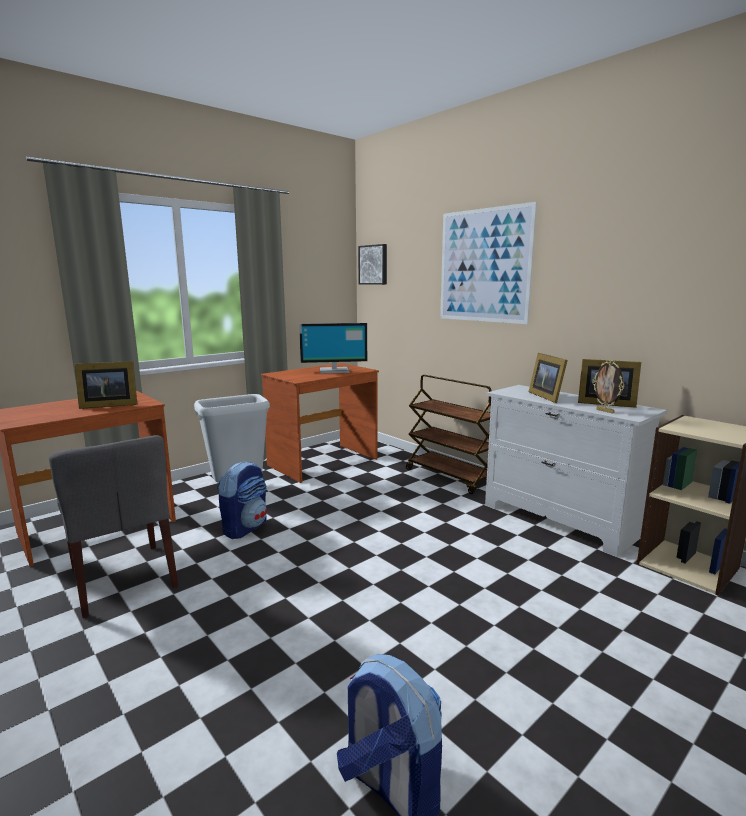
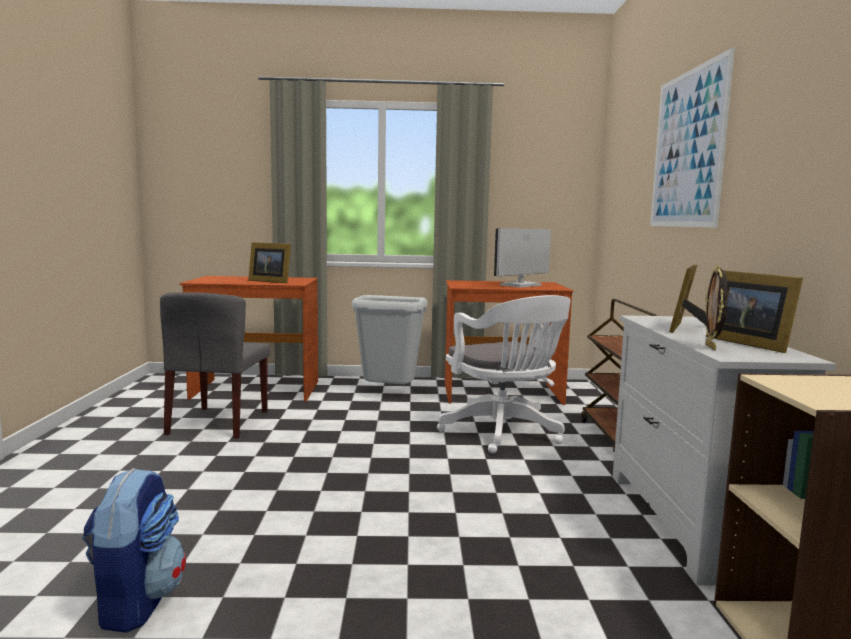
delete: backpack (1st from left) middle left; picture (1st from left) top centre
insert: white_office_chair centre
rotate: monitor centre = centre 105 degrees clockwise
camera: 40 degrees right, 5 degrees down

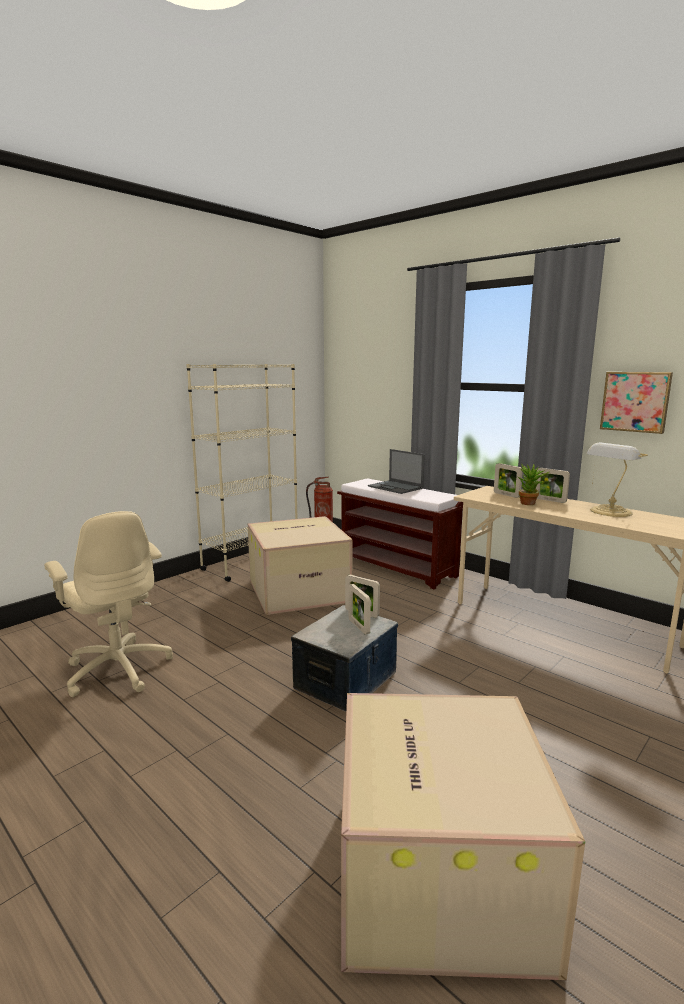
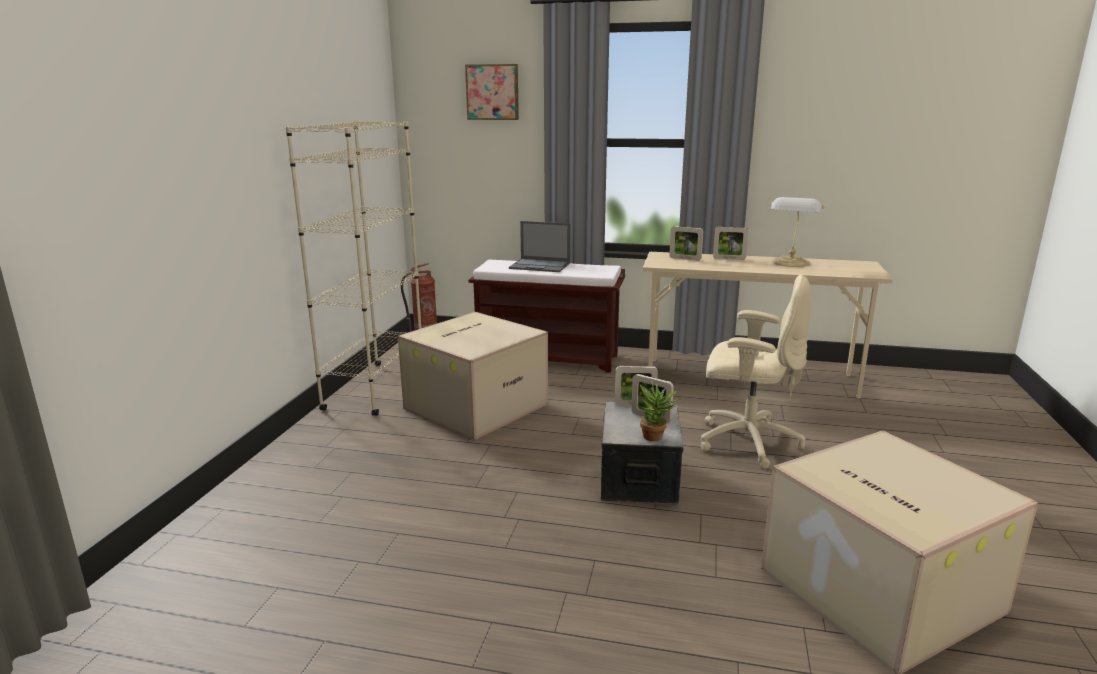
move: picture middle right to top centre; potted_plant middle right to centre; beige_office_chair middle left to middle right
camera: 30 degrees left, 5 degrees up

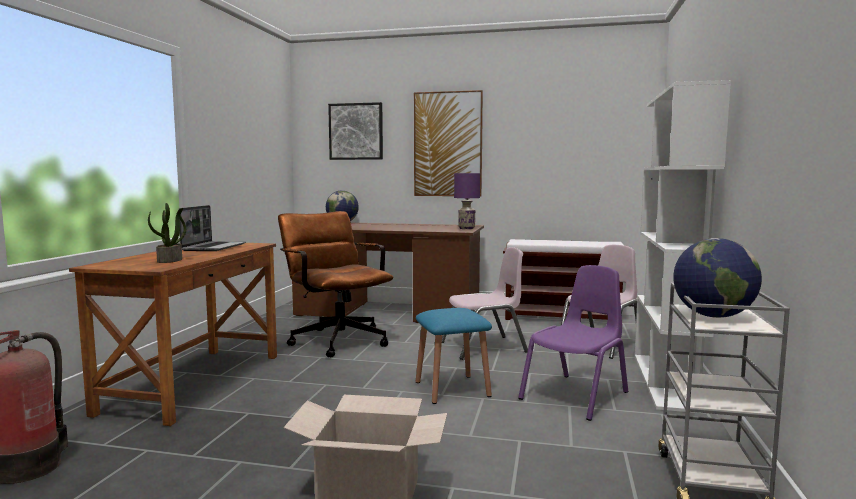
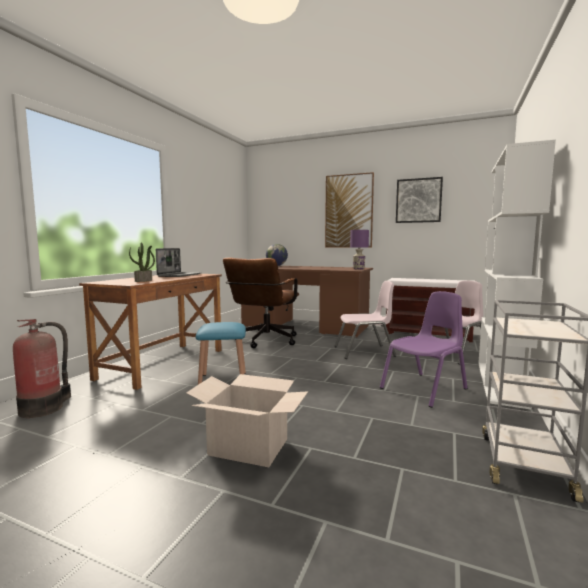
delete: globe (2nd from left) middle right
move: blue_stool bottom centre to centre; picture (1st from left in the first image) top centre to picture (2nd from left) middle right
rotate: brown_office_chair centre = centre 135 degrees counterclockwise
camera: 10 degrees right, 0 degrees up

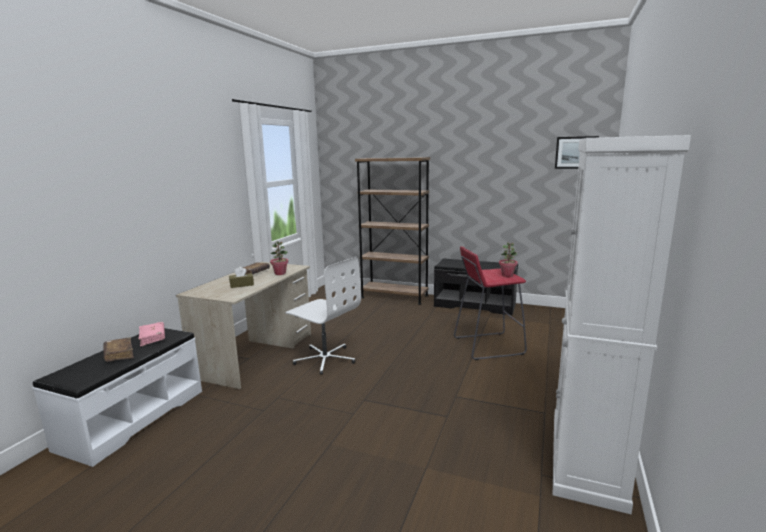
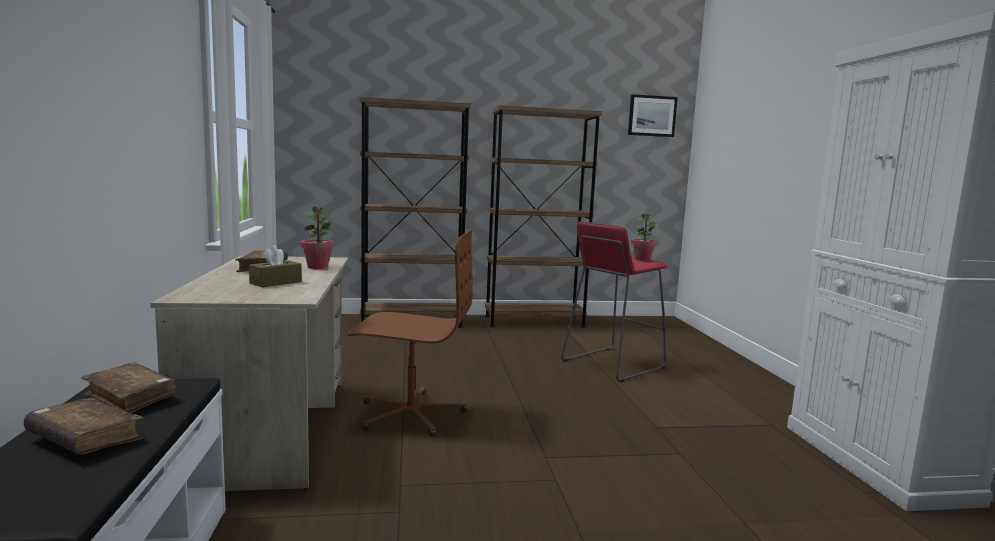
replace: black_bench centre to brown_bookcase (2nd from left) centre
recolor: pink_book middle left to brown_book (2nd from left) bottom left; white_office_chair centre to brown_office_chair centre
camera: 30 degrees left, 5 degrees down

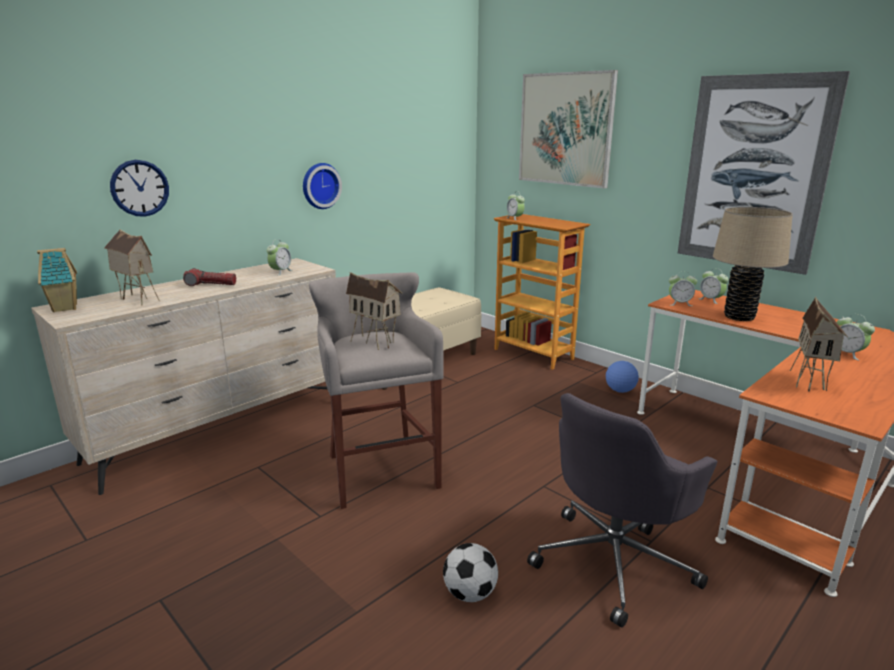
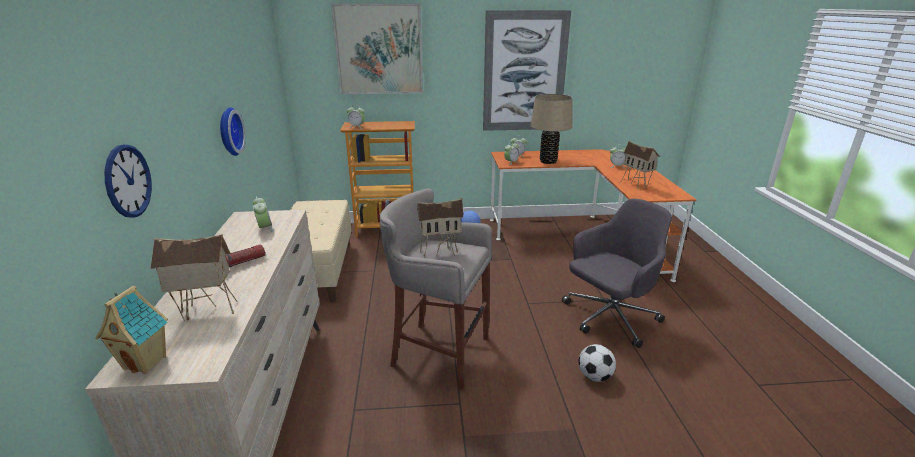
rotate: grey_office_chair bottom right = middle right 120 degrees counterclockwise
camera: 50 degrees left, 5 degrees up

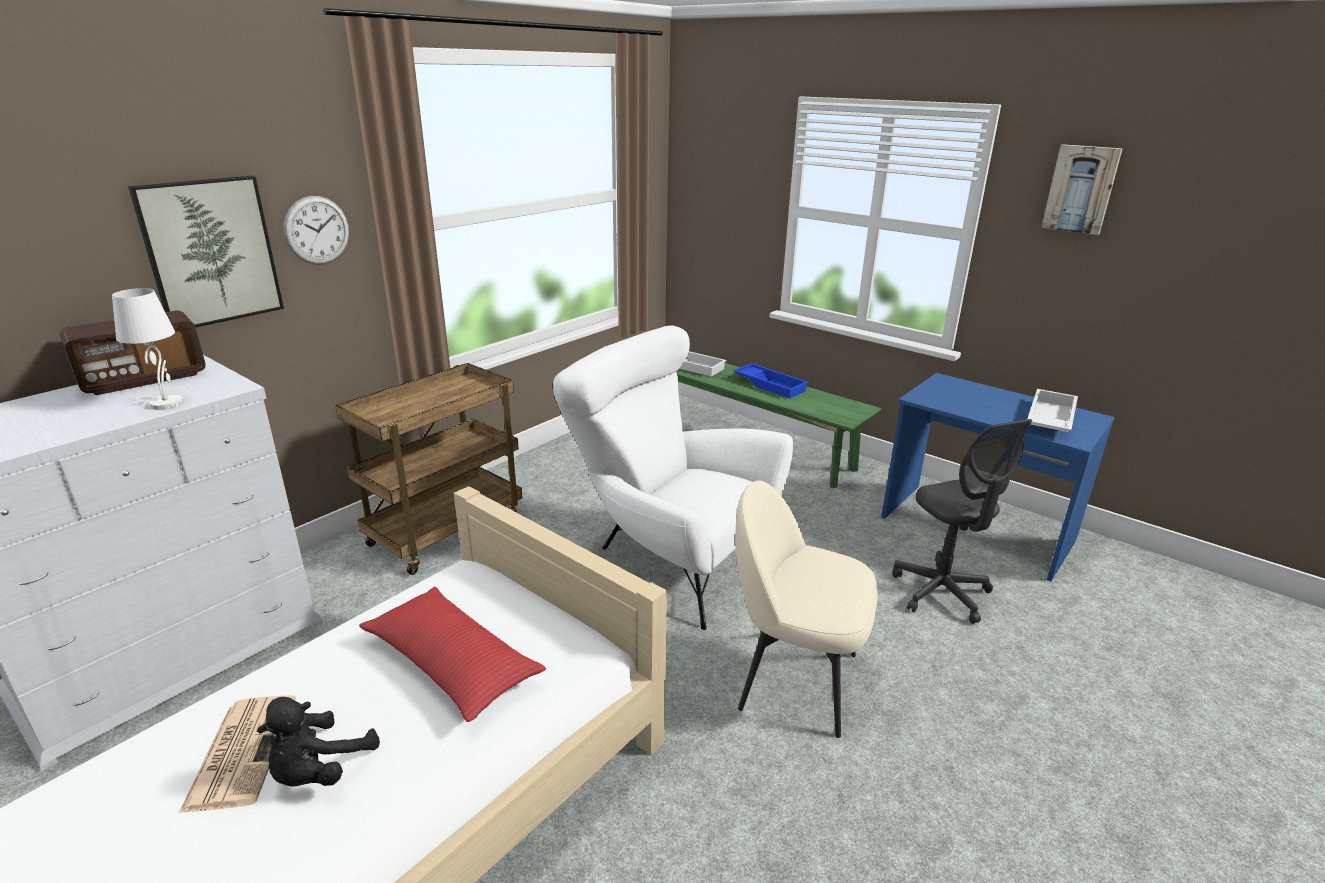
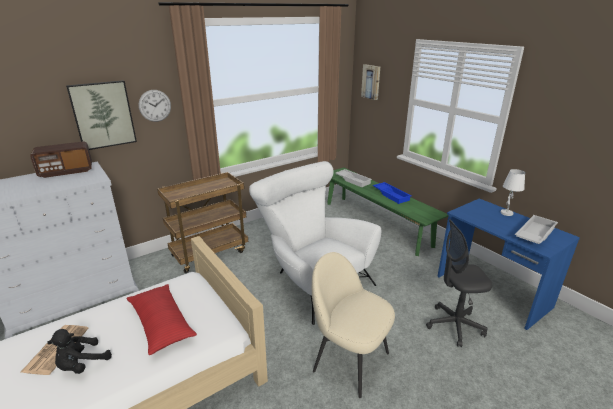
move: picture (2nd from left) top right to top centre; white_table_lamp middle left to middle right
rotate: grey_office_chair middle right = bottom right 90 degrees clockwise
camera: 15 degrees right, 0 degrees up

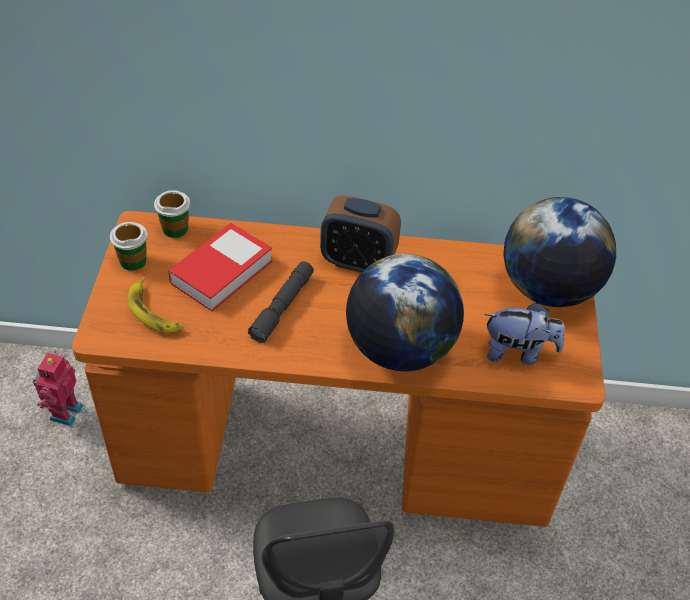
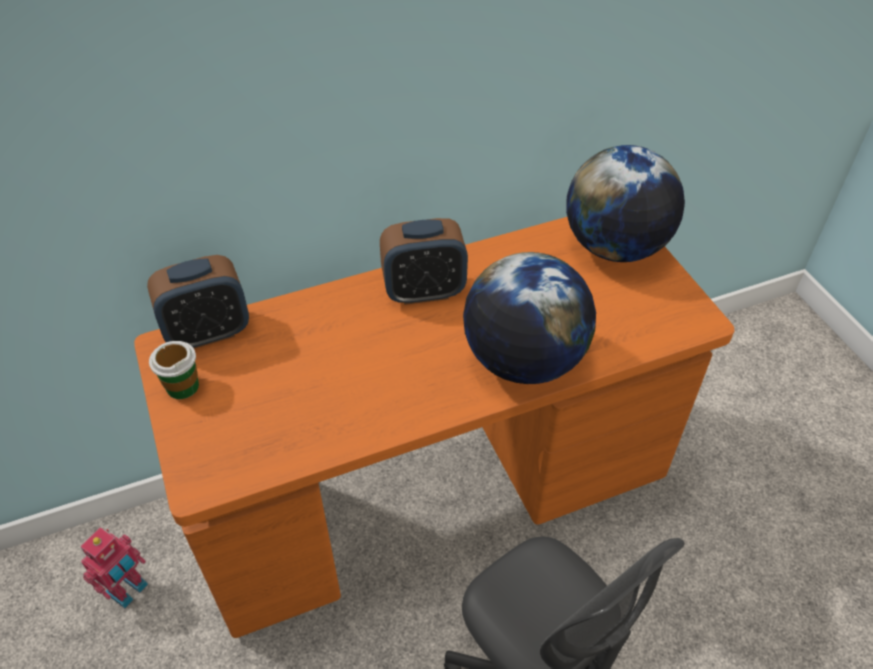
delete: banana middle left; book middle left; grey_flashlight centre; plush_toy middle right
replace: cup (2nd from left) middle left to alarm_clock (1st from left) middle left
rotate: toy_robot middle left = bottom left 135 degrees counterclockwise
camera: 25 degrees left, 0 degrees up

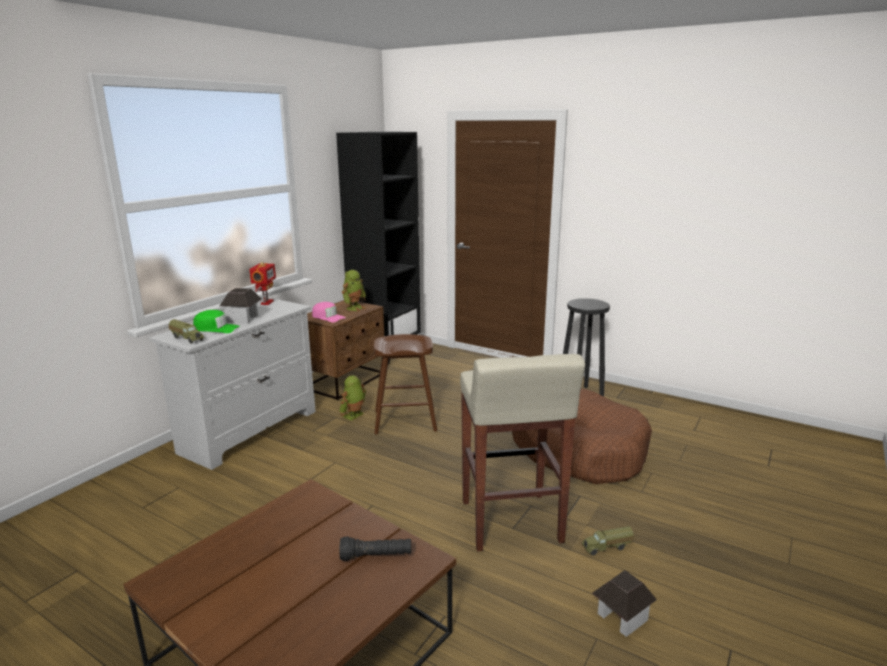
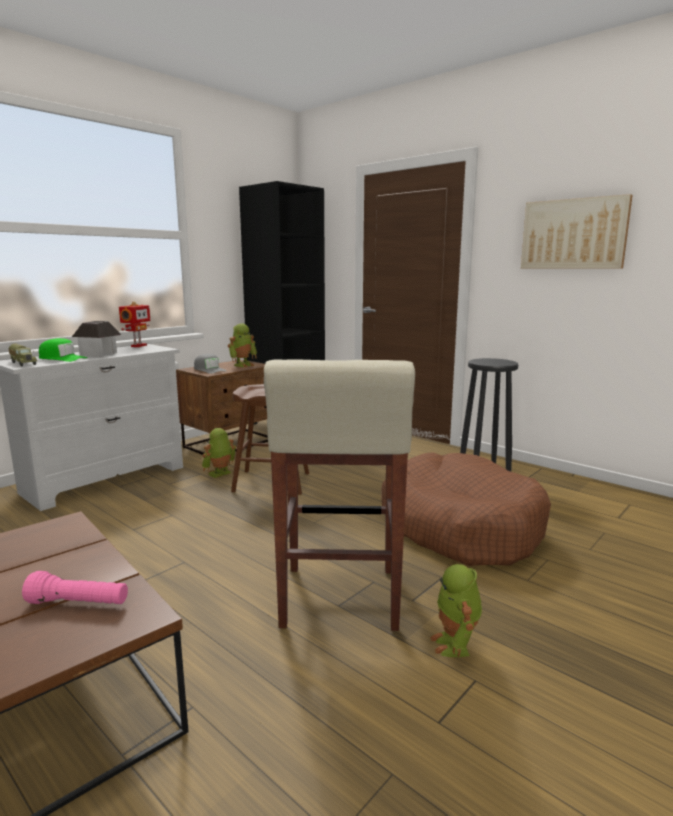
delete: toy_house (2nd from left) bottom right
insert: picture top right
replace: toy_truck (2nd from left) bottom right to toy_robot (4th from left) bottom right
recolor: black_flashlight bottom centre to pink_flashlight bottom left; pink_cap centre to grey_cap middle left
camera: 10 degrees right, 5 degrees down

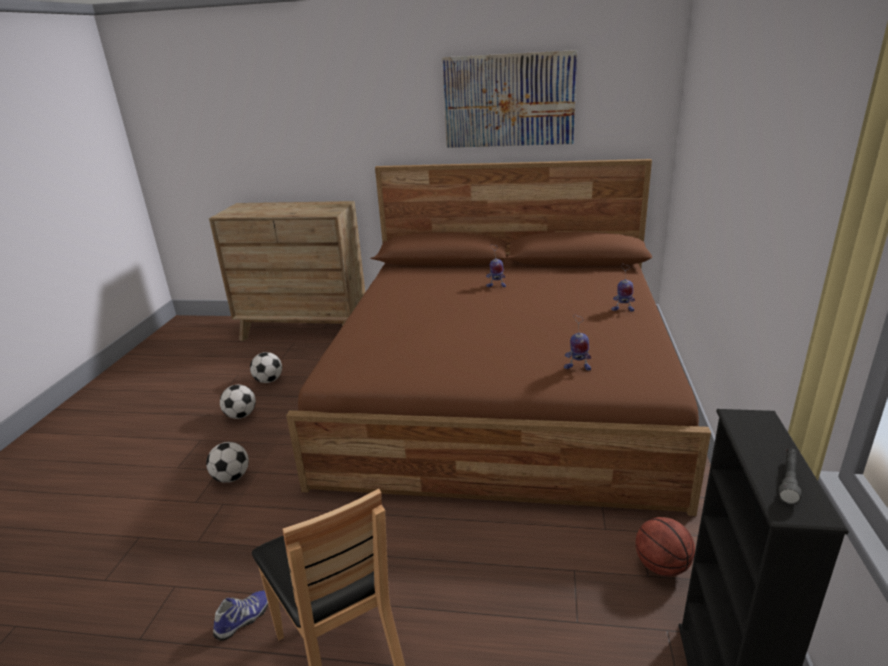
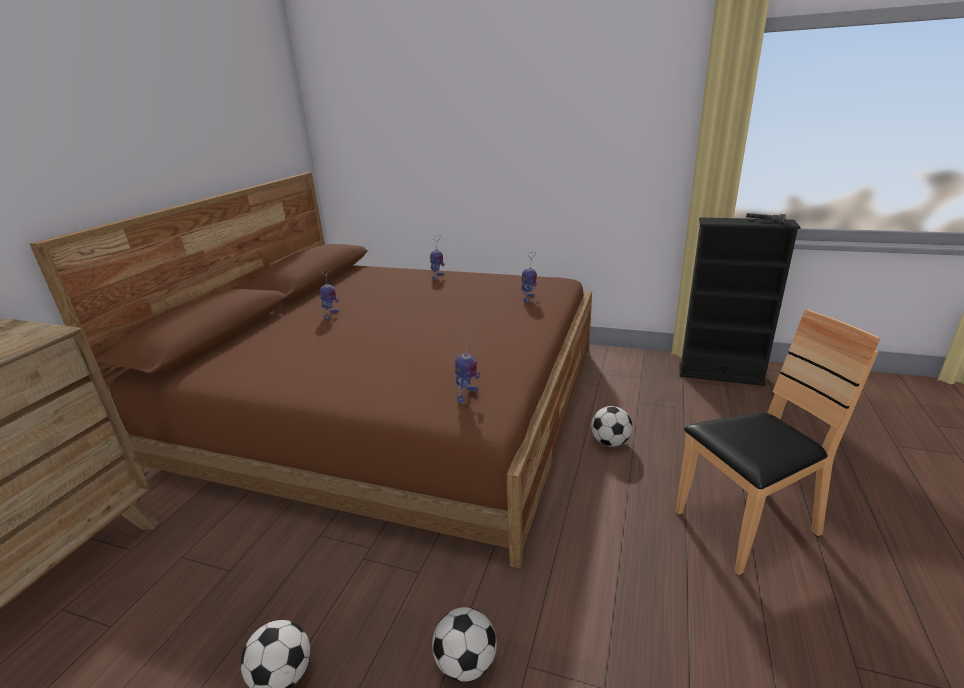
delete: shoe bottom left; picture top centre; basketball bottom right
insert: toy_robot (3rd from left) centre
move: football (3rd from left) middle left to centre
camera: 80 degrees left, 0 degrees up

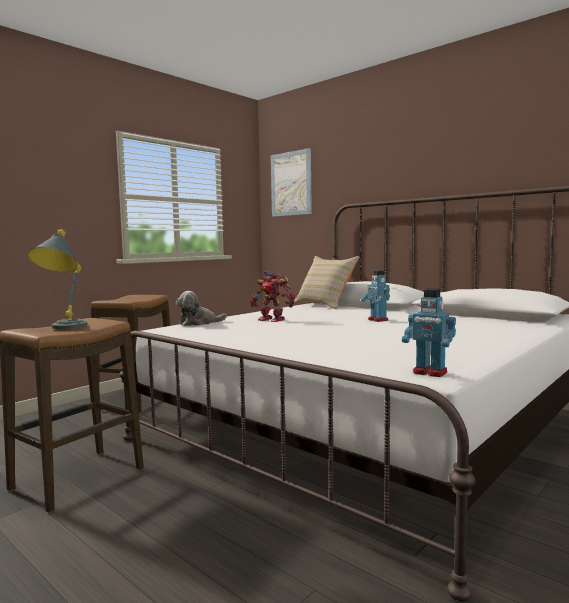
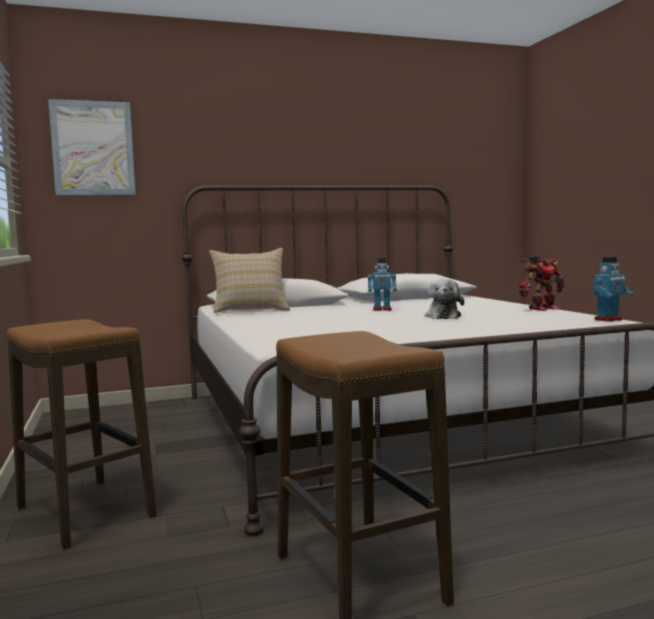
delete: grey_table_lamp middle left
move: plush_toy centre to middle right; toy_robot (1st from left in the first image) centre to toy_robot (2nd from left) middle right
camera: 60 degrees left, 0 degrees up

